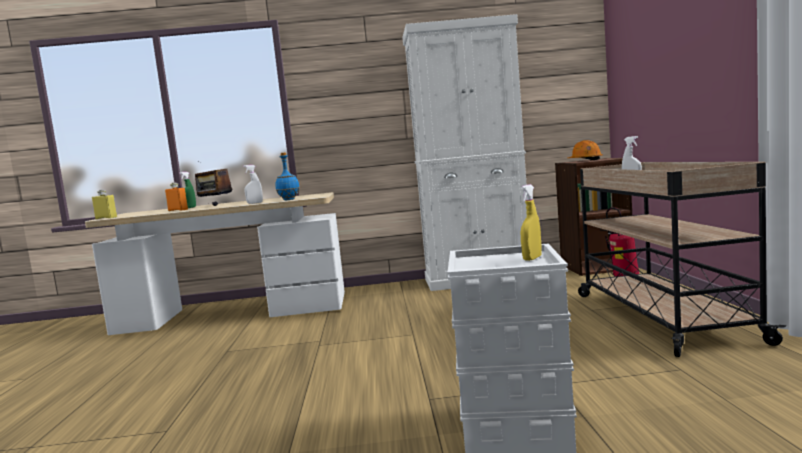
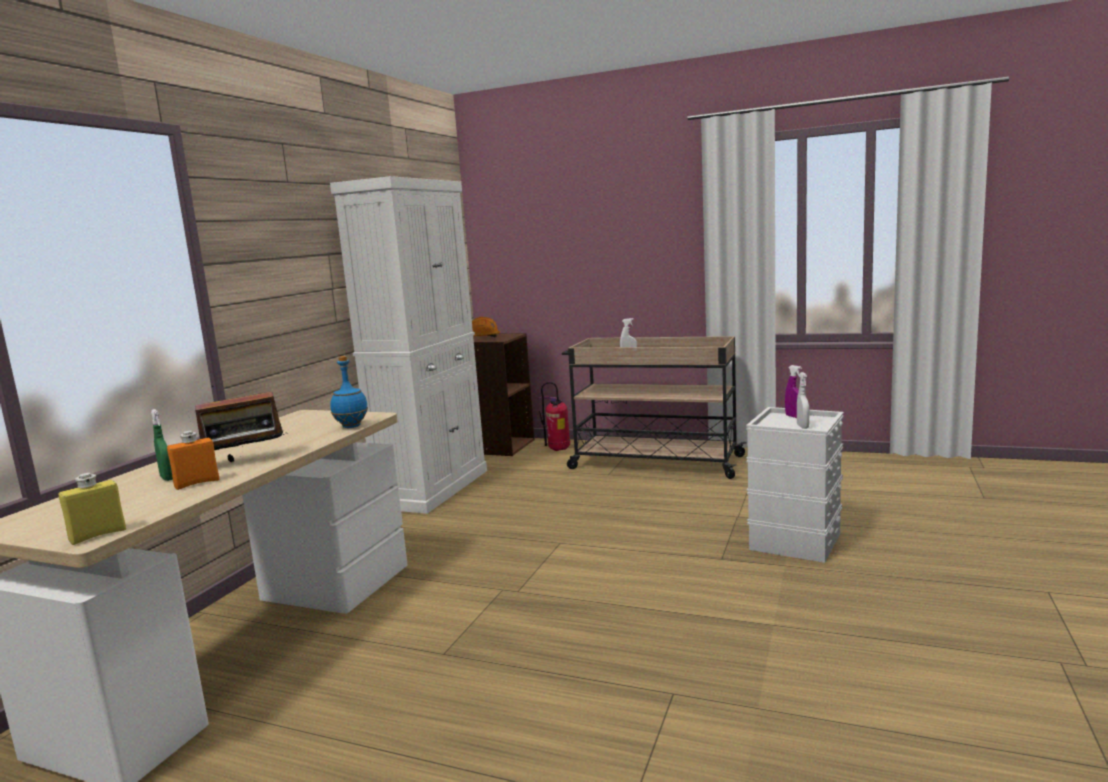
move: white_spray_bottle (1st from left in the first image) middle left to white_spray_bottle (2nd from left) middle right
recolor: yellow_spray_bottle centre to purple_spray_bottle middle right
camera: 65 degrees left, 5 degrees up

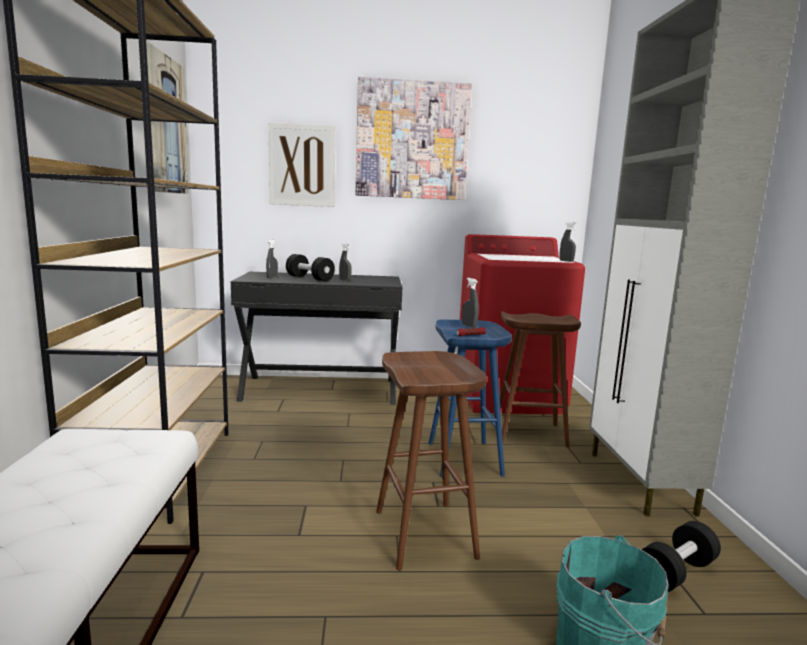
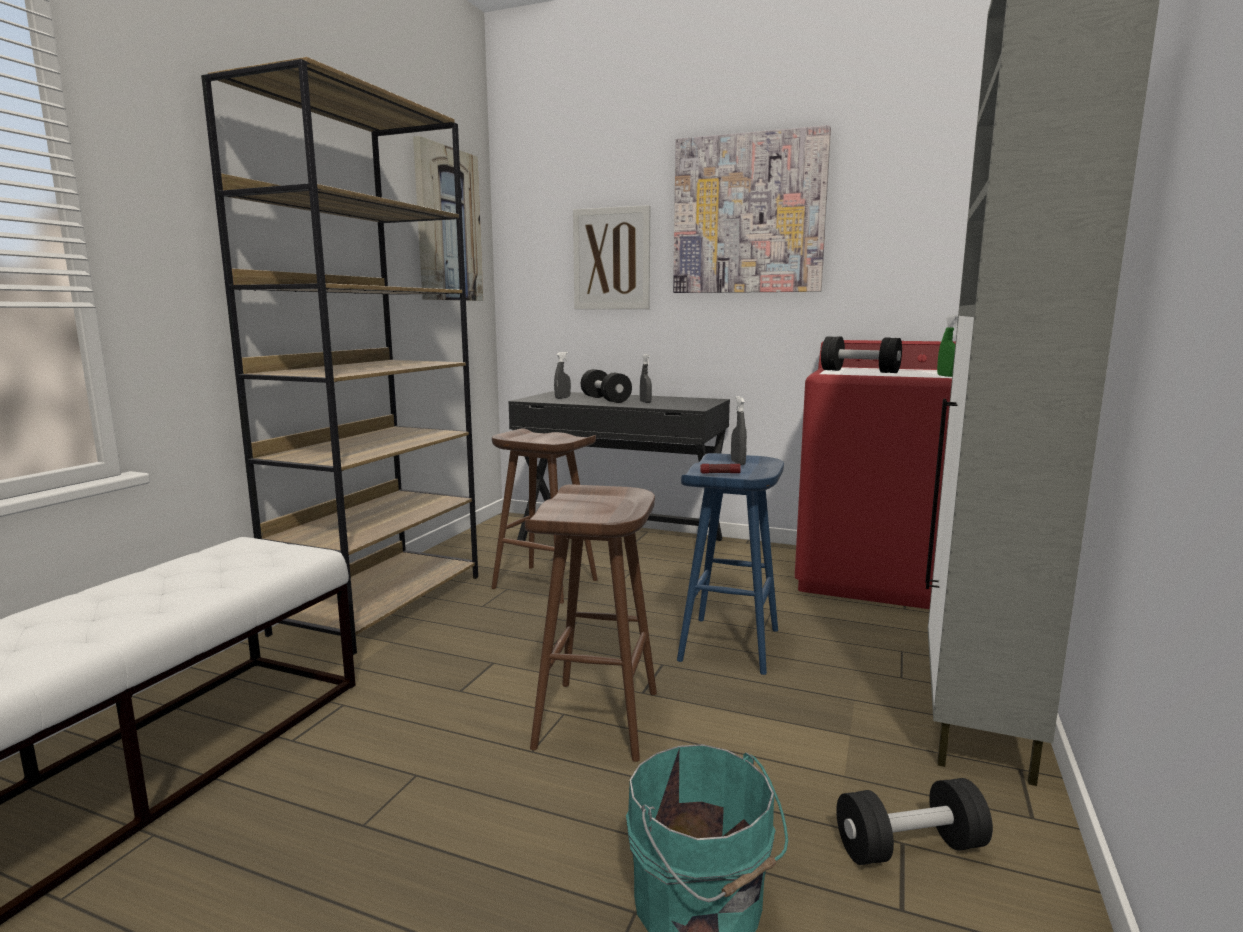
insert: black_dumbbell (2nd from left) middle right
move: brown_stool (2nd from left in the first image) middle right to brown_stool (1st from left) centre
recolor: grey_spray_bottle (4th from left) middle right to green_spray_bottle middle right
camera: 25 degrees right, 0 degrees up

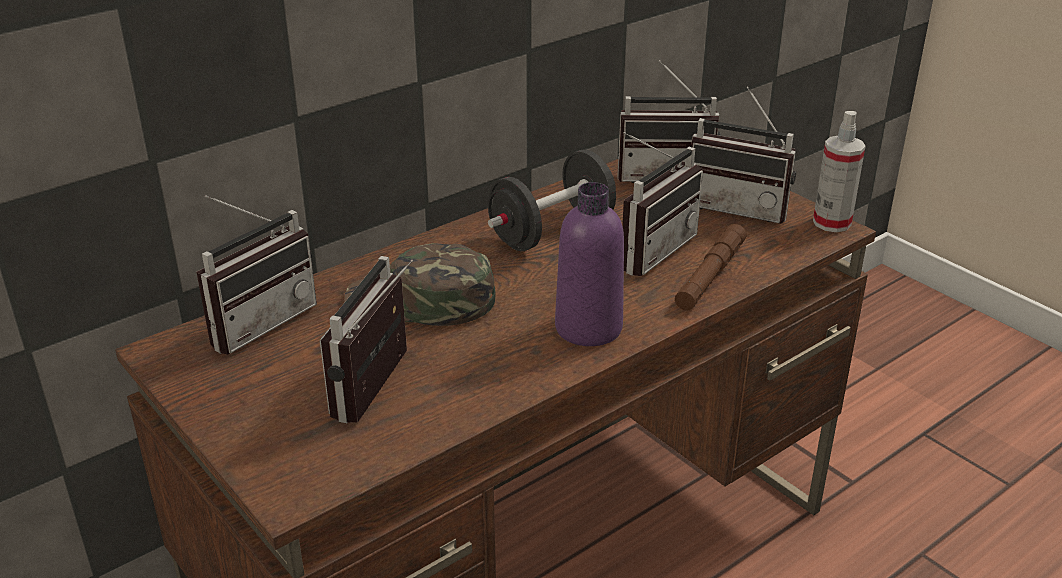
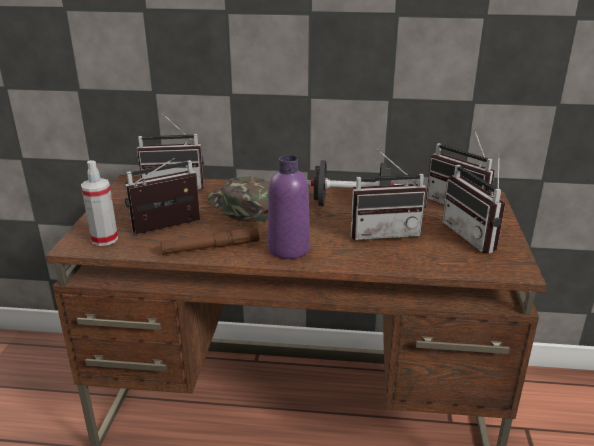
move: spray_bottle top right to middle left; brown_flashlight middle right to centre
camera: 45 degrees right, 5 degrees down

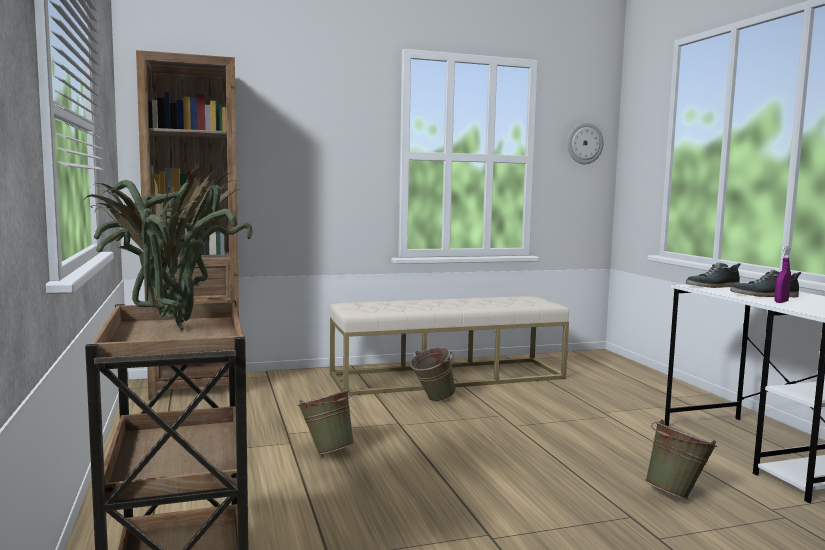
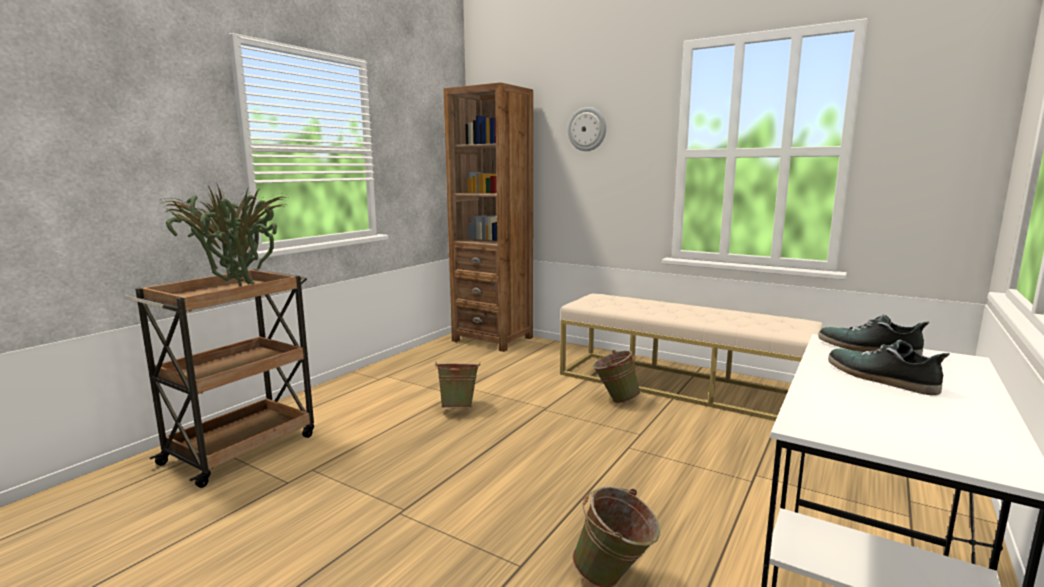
delete: purple_spray_bottle middle right
move: wall_clock top right to top centre
camera: 50 degrees right, 5 degrees up

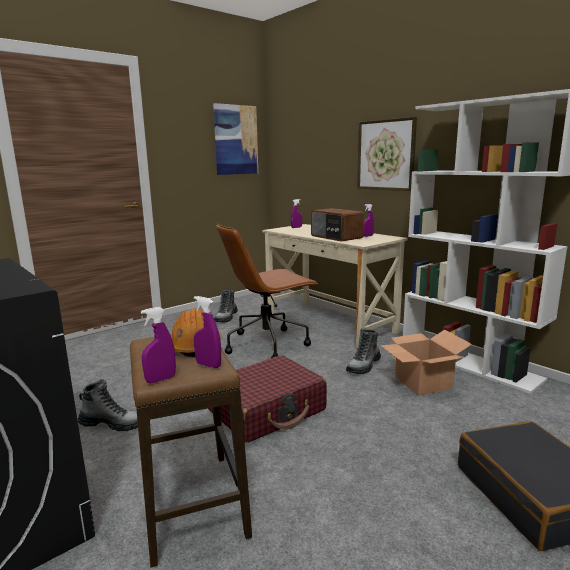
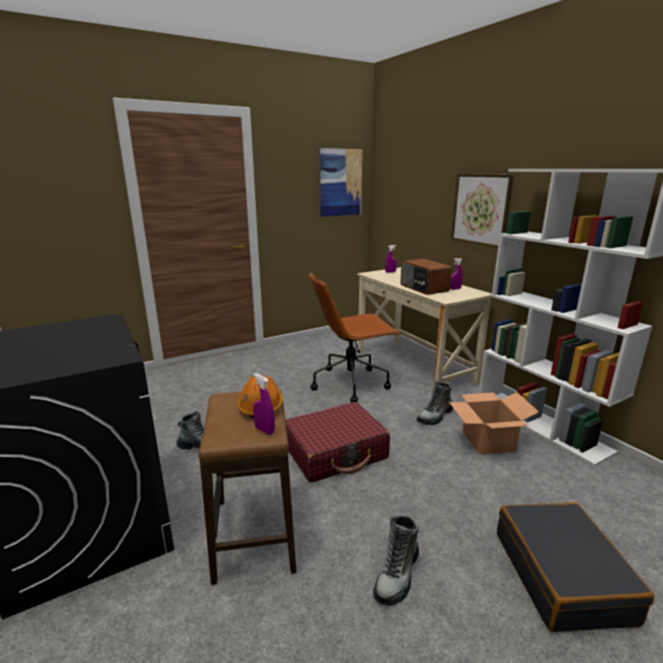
delete: purple_spray_bottle (1st from left) middle left
move: boot (2nd from left) centre to bottom centre
camera: 10 degrees right, 5 degrees up

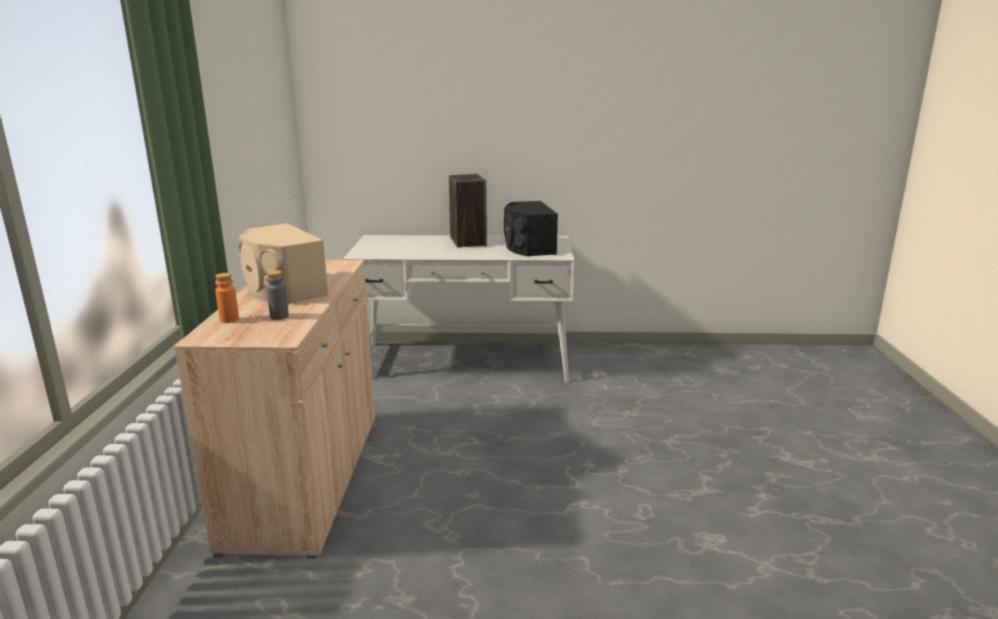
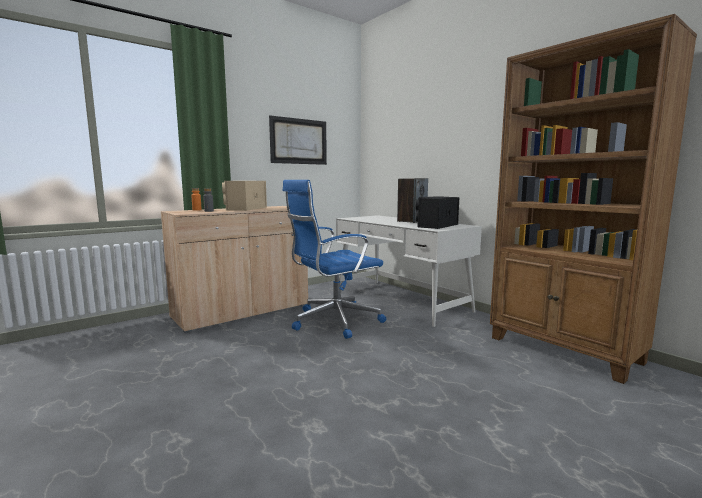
insert: picture top centre; blue_office_chair centre; brown_bookcase middle right
camera: 50 degrees right, 10 degrees down

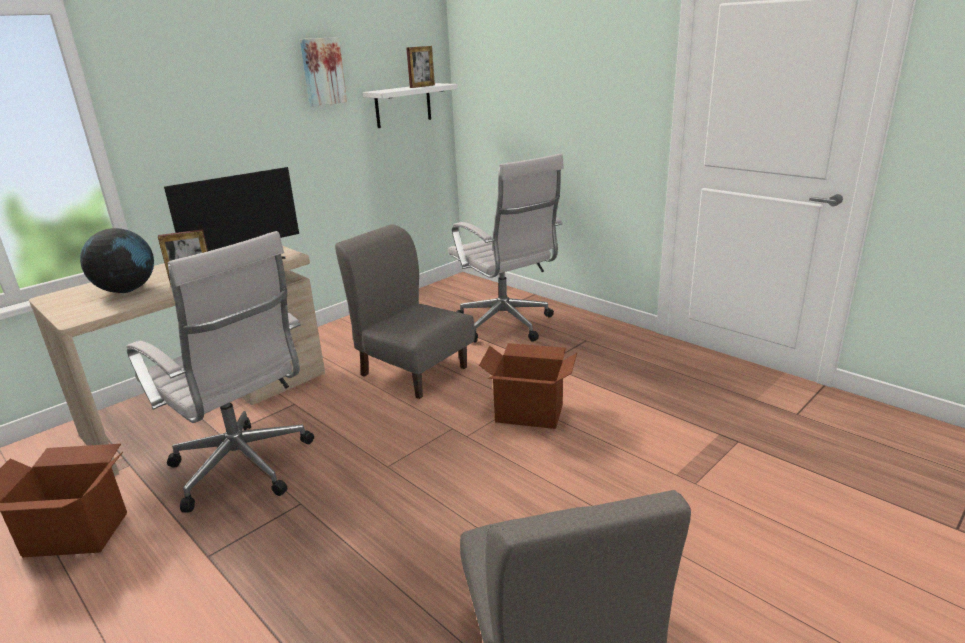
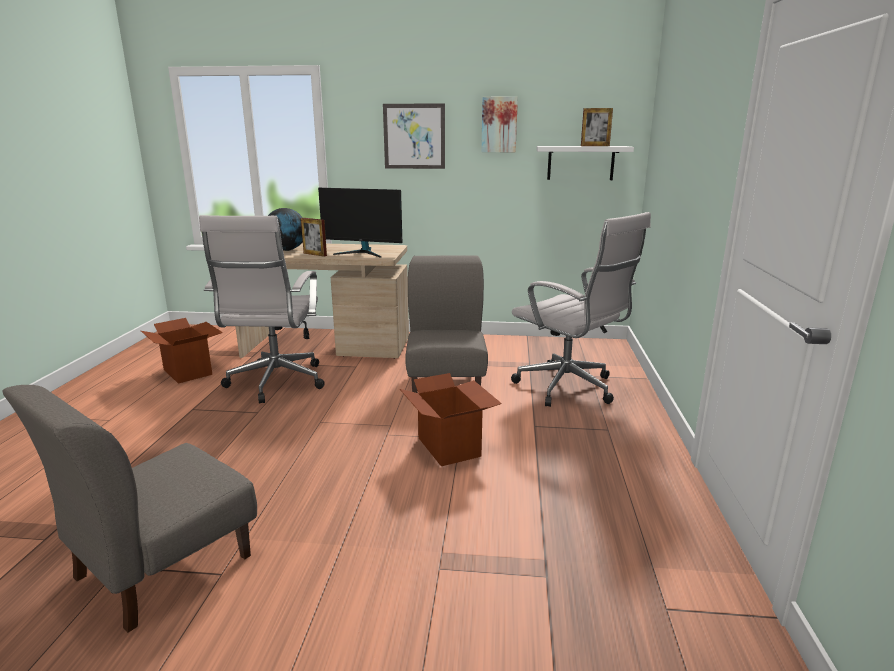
insert: picture (1st from left) top centre
rotate: white_office_chair (2nd from left) centre = centre 60 degrees counterclockwise
camera: 50 degrees right, 5 degrees down

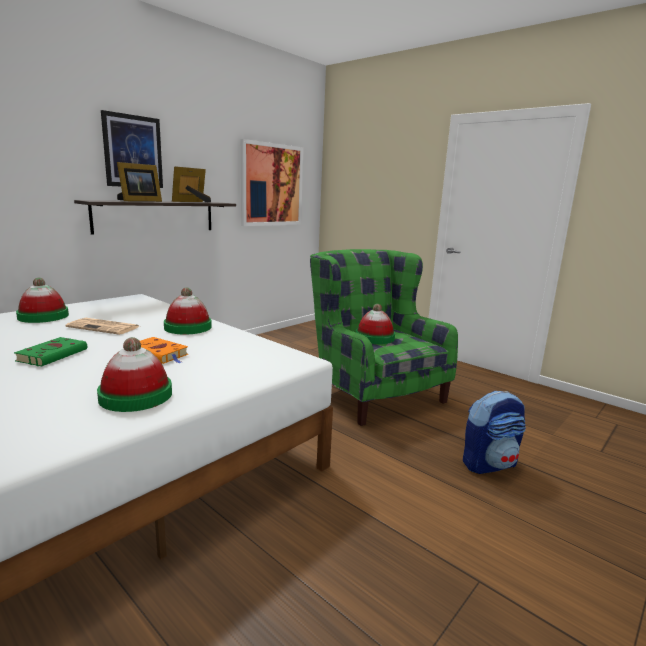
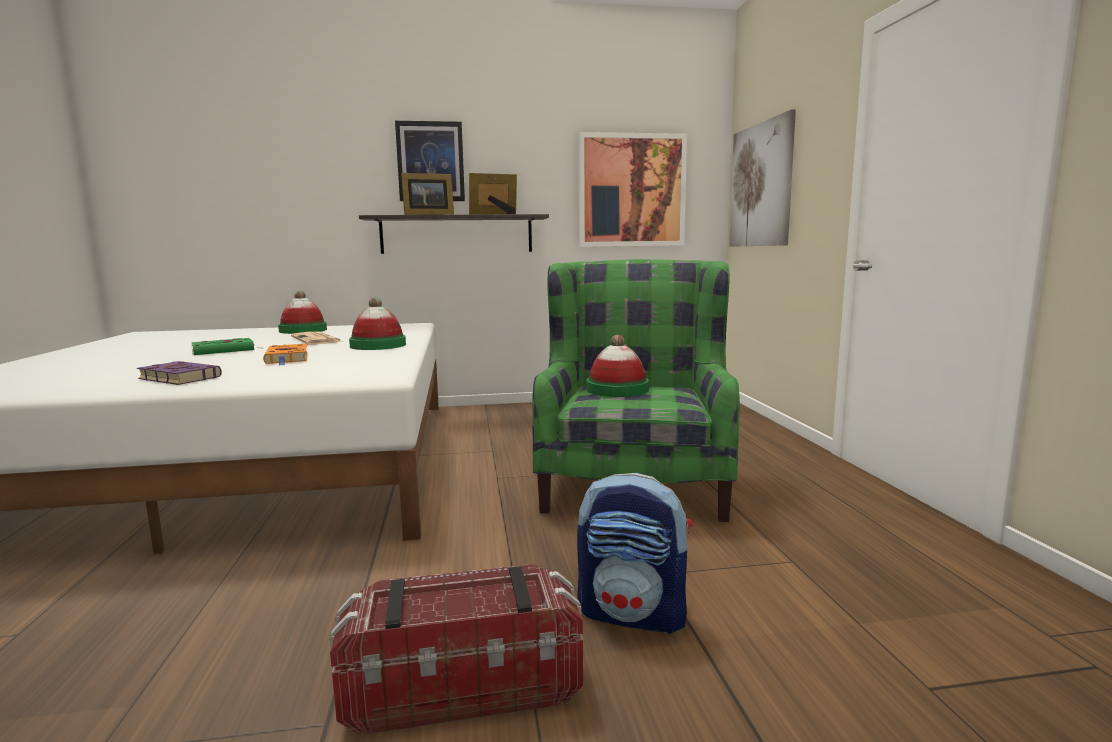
insert: storage_box bottom centre; picture (3rd from left) top right
replace: hat (2nd from left) middle left to purple_book middle left
camera: 40 degrees right, 5 degrees down

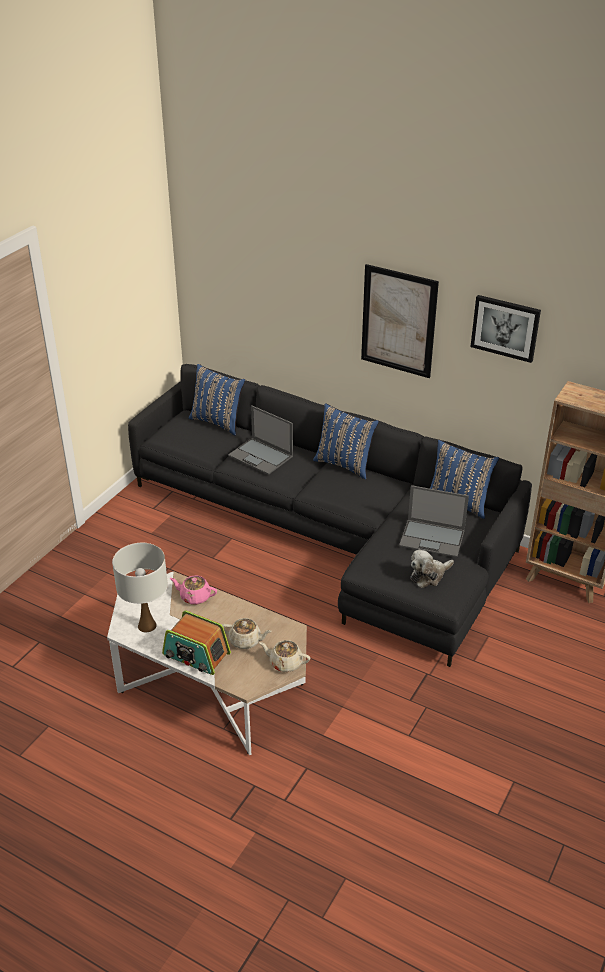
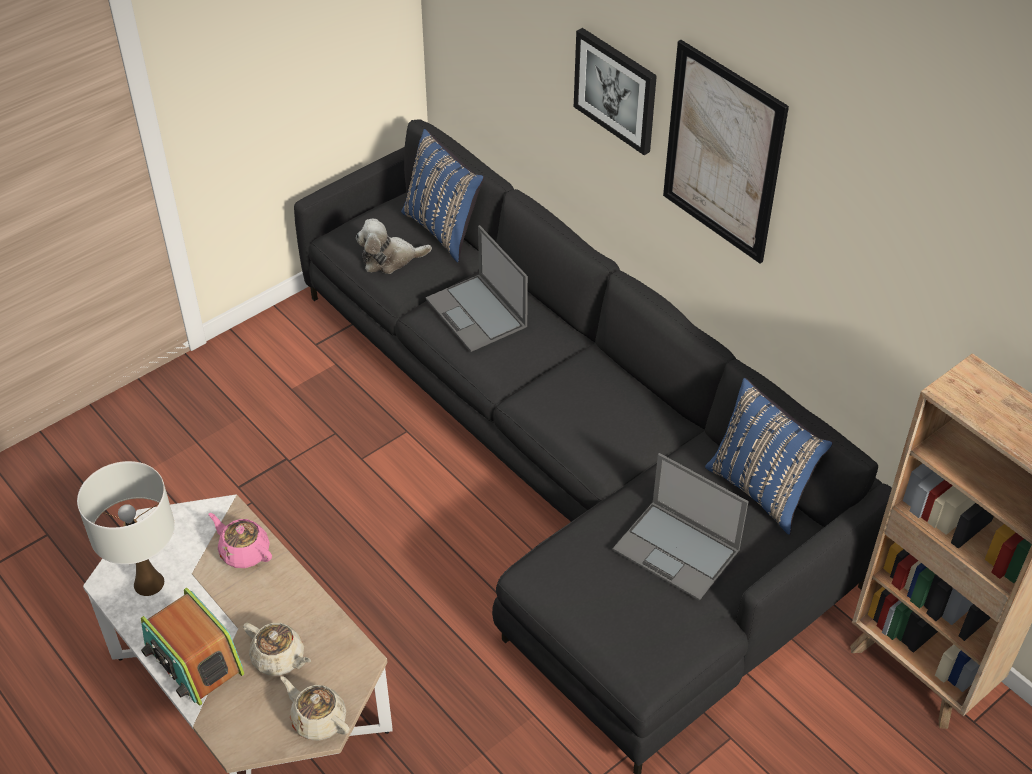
delete: blue_pillow (2nd from left) centre
move: plush_toy middle right to top centre; picture (2nd from left in the first image) middle right to picture (1st from left) top centre
camera: 20 degrees right, 10 degrees up

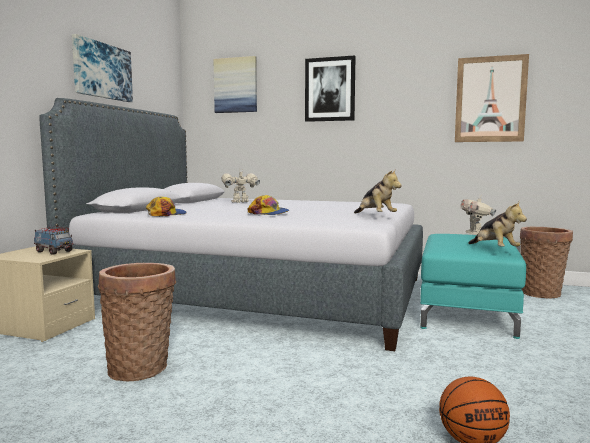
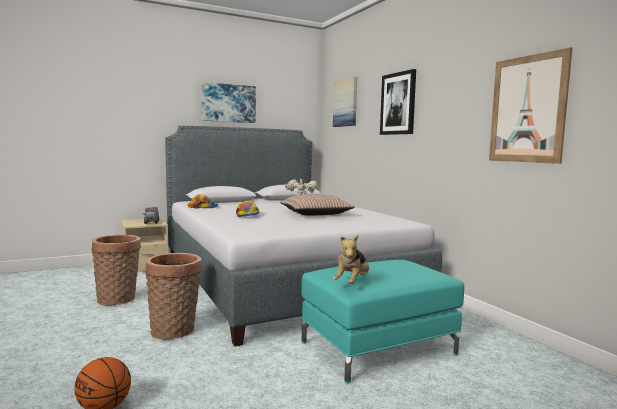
delete: plush_toy (1st from left) centre; toy_robot (2nd from left) middle right
insert: pillow centre
move: basket (2nd from left) middle right to bottom left
camera: 45 degrees right, 0 degrees up

